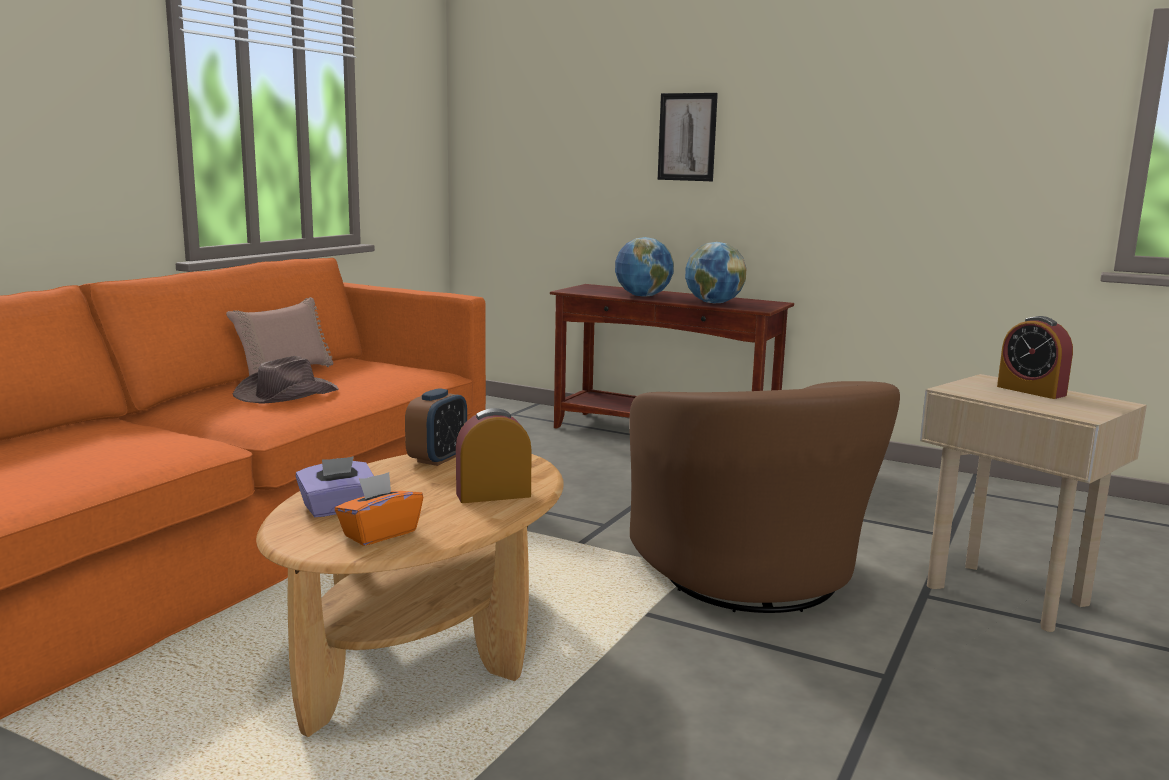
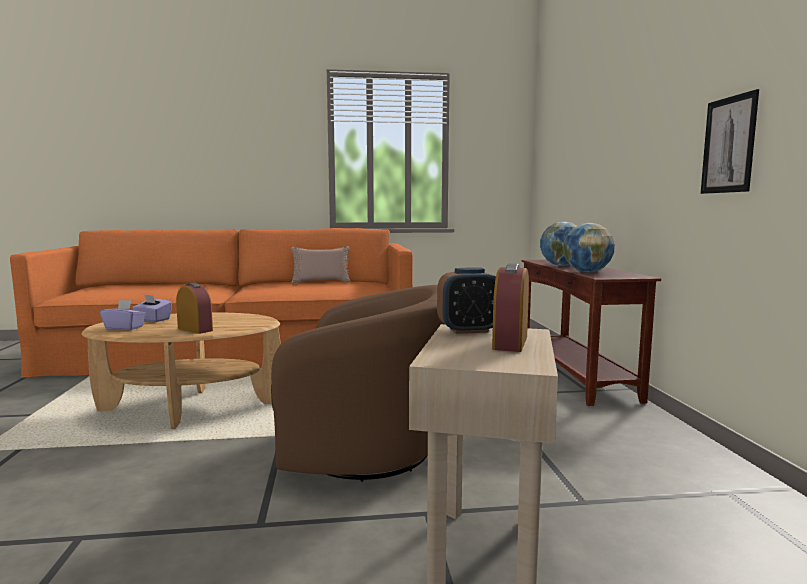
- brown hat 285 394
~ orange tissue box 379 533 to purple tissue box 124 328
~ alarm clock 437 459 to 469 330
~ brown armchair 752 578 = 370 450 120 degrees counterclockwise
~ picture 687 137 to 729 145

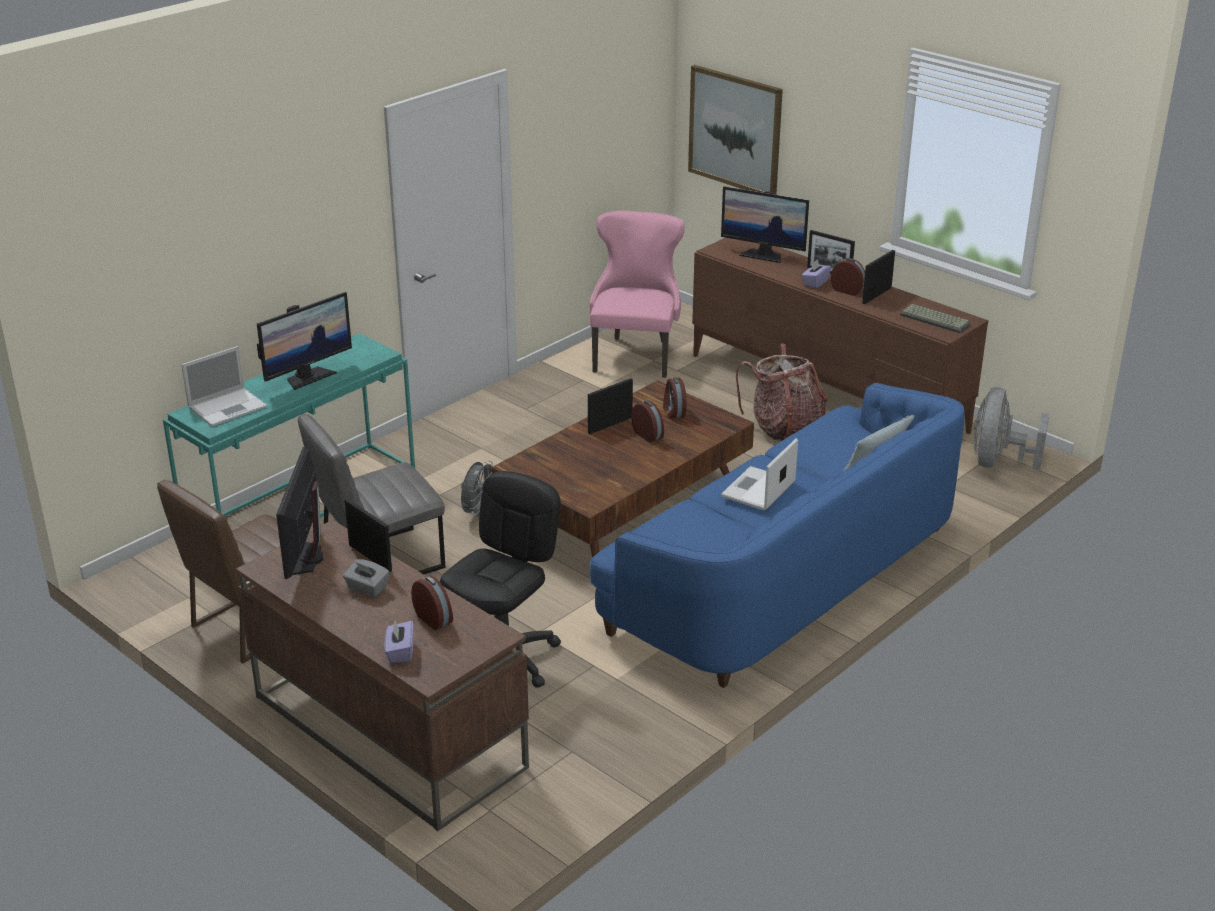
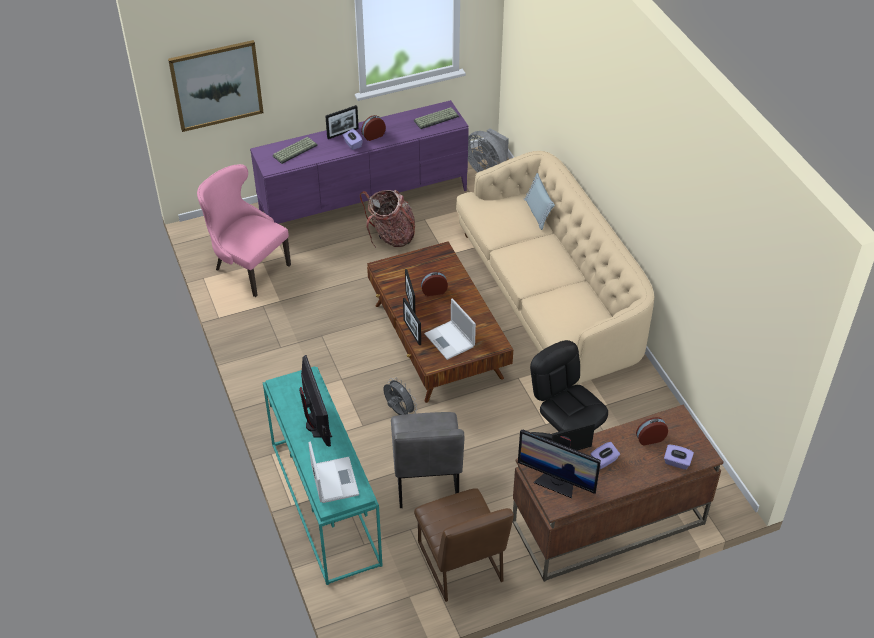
~ grey tissue box 367 588 to purple tissue box 604 461
~ blue sofa 785 576 to beige sofa 548 299
- alarm clock 673 412
~ brown cabinet 827 393 to purple cabinet 364 202
~ monitor 763 255 to keyboard 295 150
~ laptop 758 490 to 450 341
~ picture frame 877 295 to 412 332

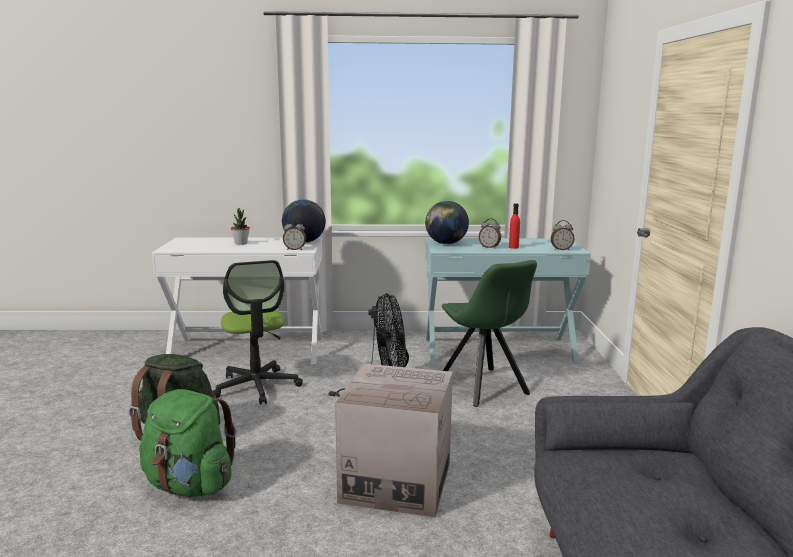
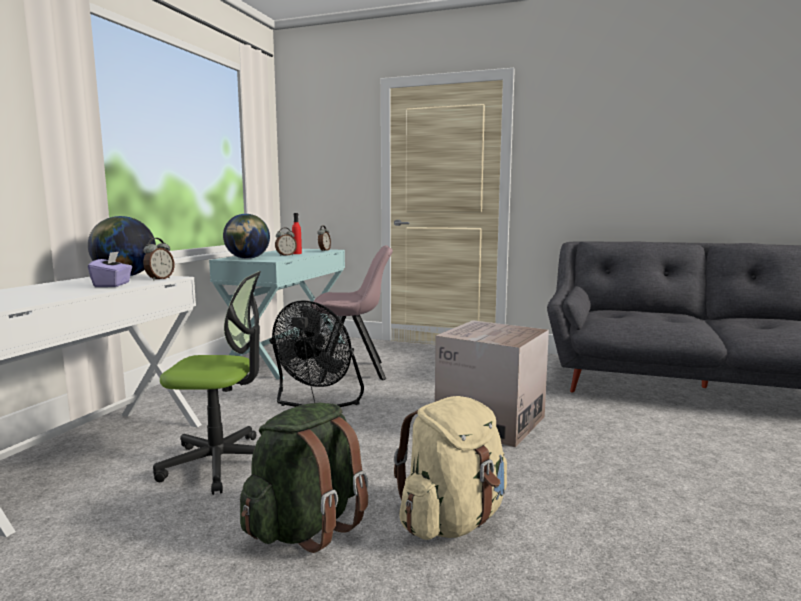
~ green backpack 190 486 to beige backpack 453 520
- potted plant 241 243
~ green chair 483 387 to pink chair 352 372
+ purple tissue box 112 285

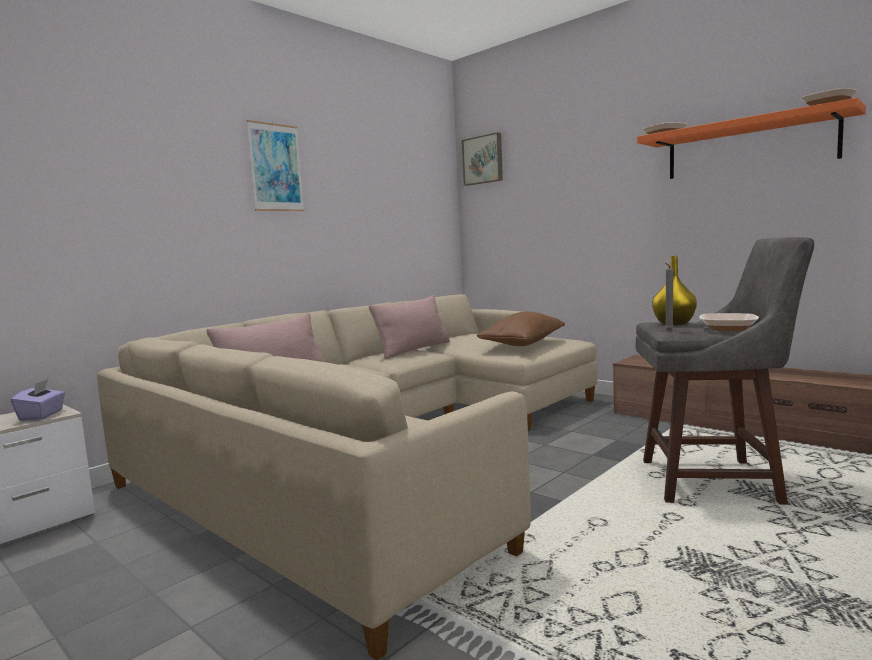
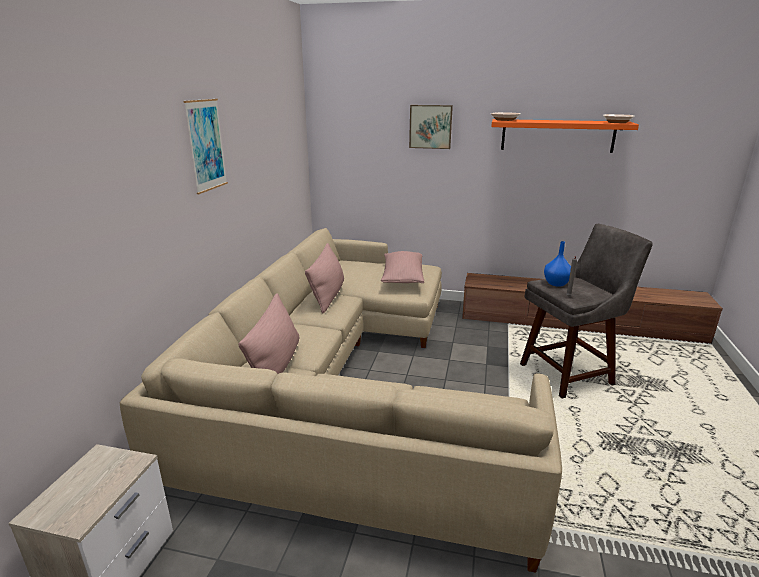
- purple tissue box 42 415
~ picture 483 160 to 430 126
~ brown pillow 523 344 to pink pillow 402 278
~ yellow vase 673 323 to blue vase 556 284
- bowl 728 329

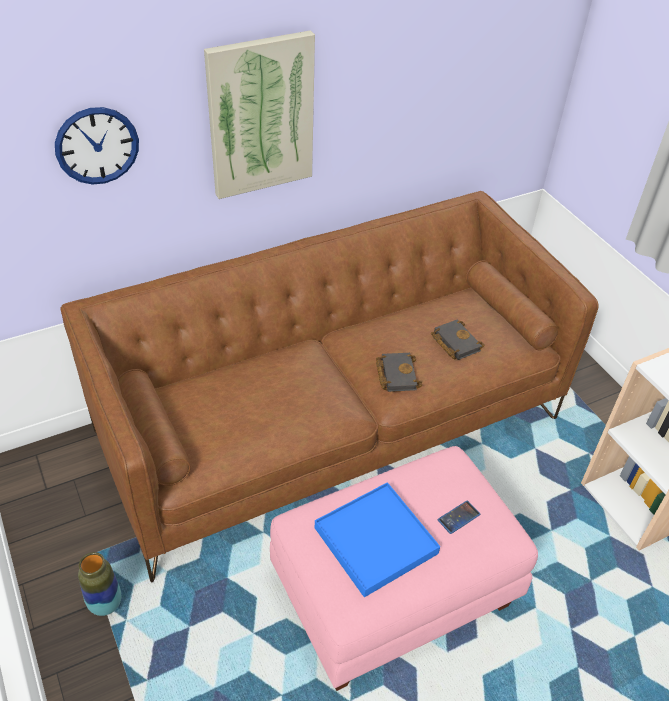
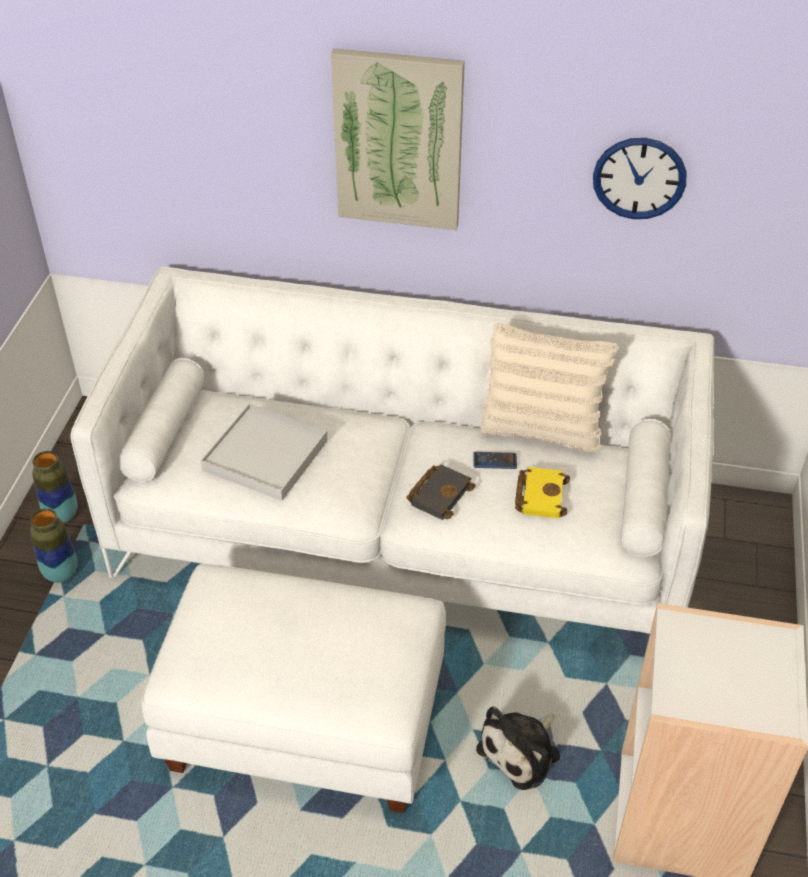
~ wall clock 97 146 to 639 178
~ brown sofa 330 424 to white sofa 404 531
~ pink ottoman 393 590 to white ottoman 307 723
- blue tray 375 541
~ black book 454 342 to yellow book 539 495
~ phone 458 517 to 495 461
+ vase 62 515
+ white tray 265 455
+ plush toy 522 750
+ beige pillow 542 431

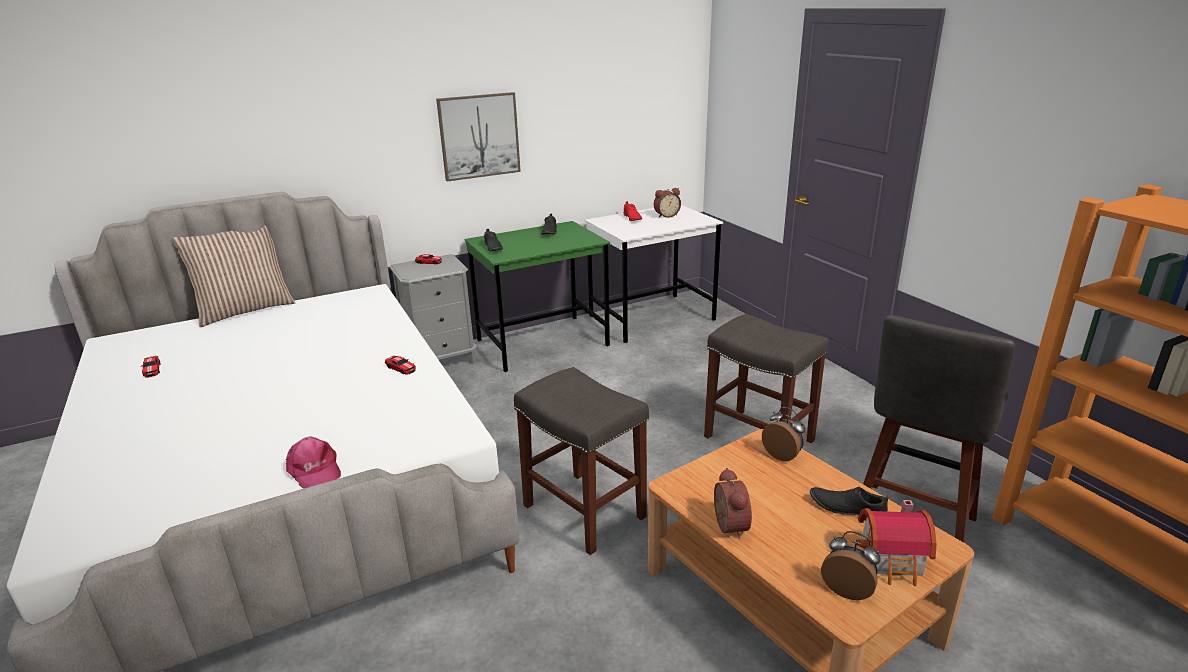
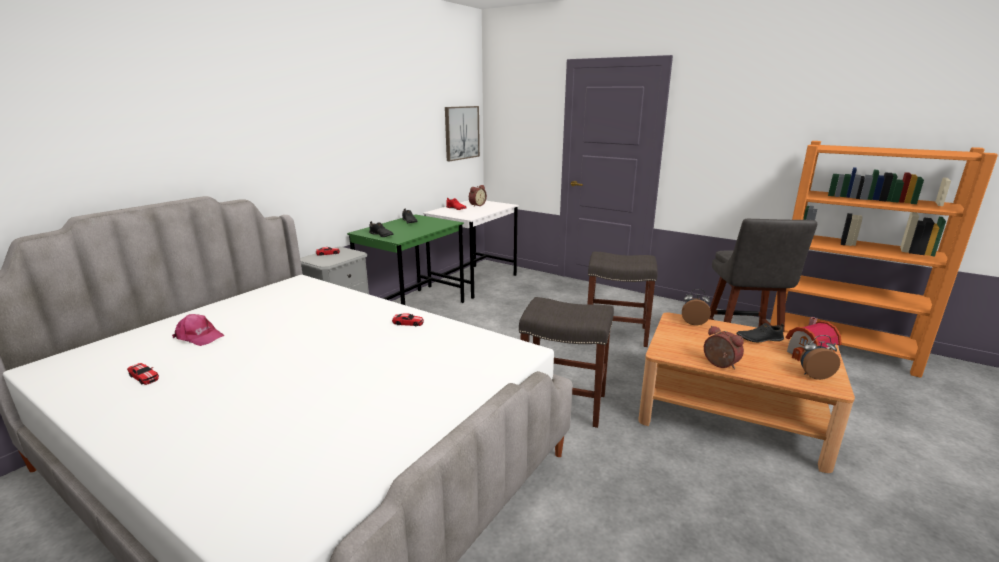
- pillow 245 310
~ pink cap 314 470 to 199 337
~ picture 479 136 to 461 133

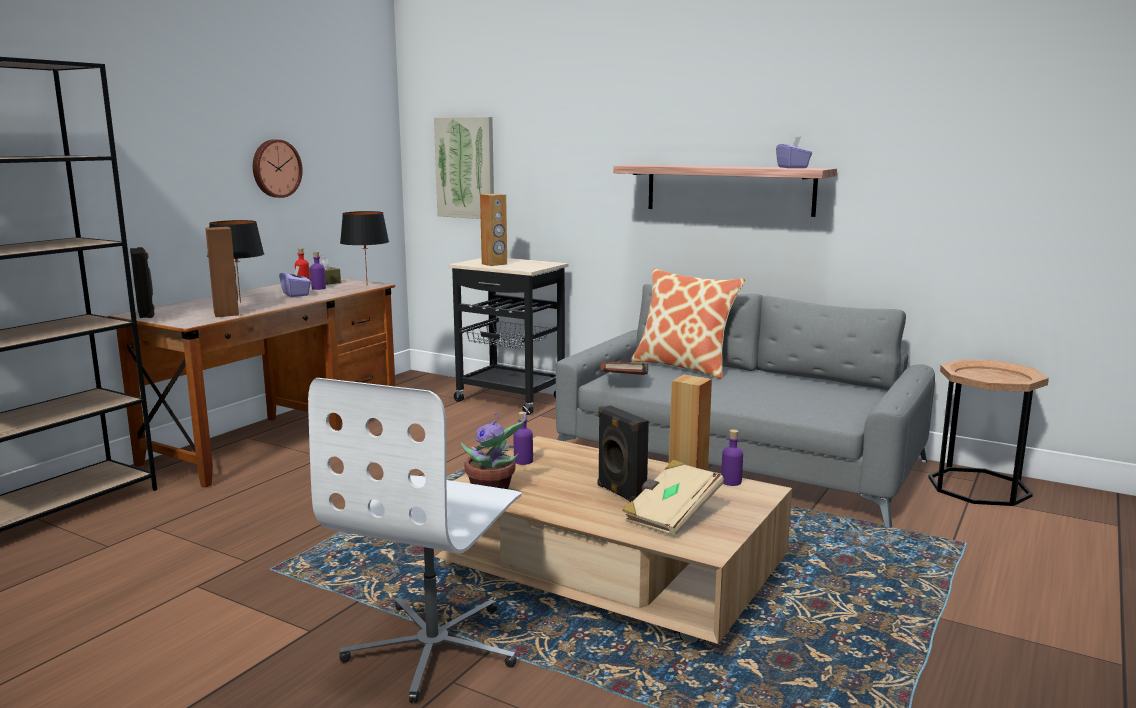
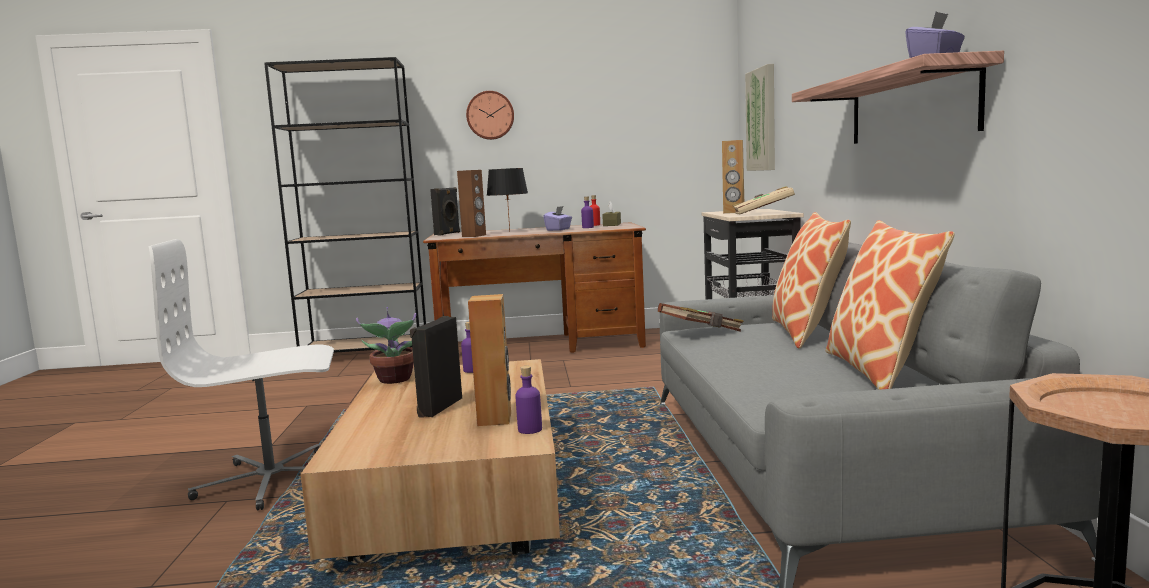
~ wall clock 275 168 to 490 115
- black table lamp 367 285
~ beige book 671 515 to 762 213
+ pillow 880 371

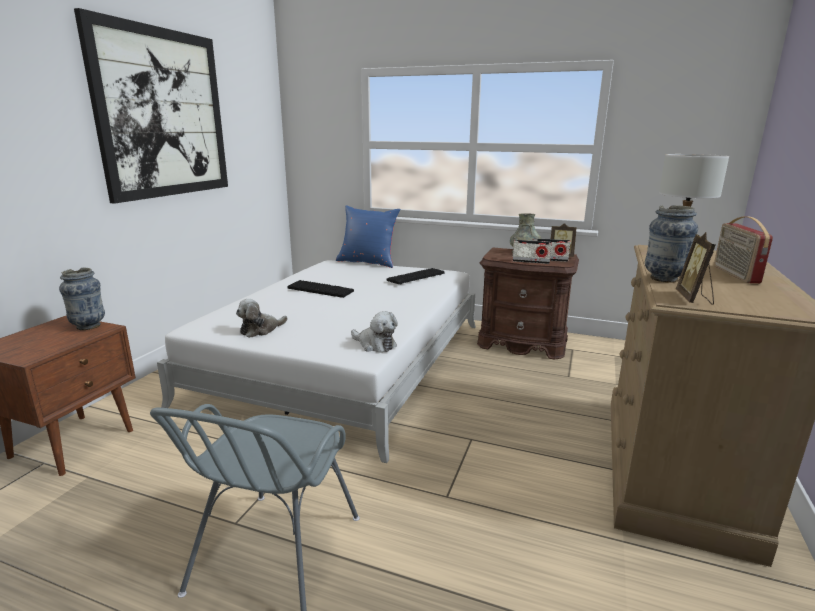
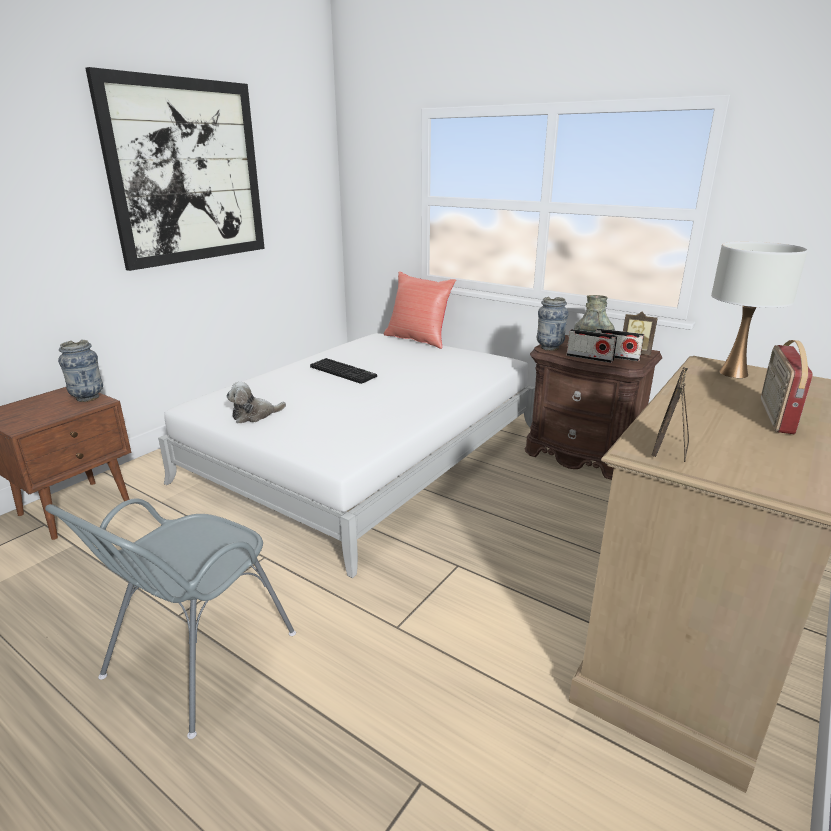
~ blue pillow 368 262 to red pillow 418 339
- plush toy 375 345
- keyboard 416 277
~ vase 663 279 to 549 348

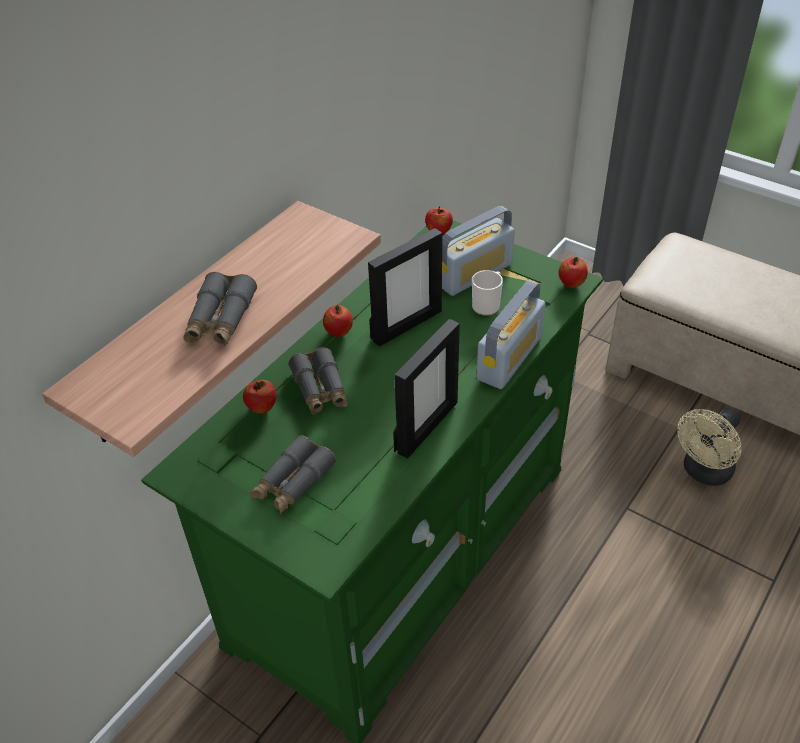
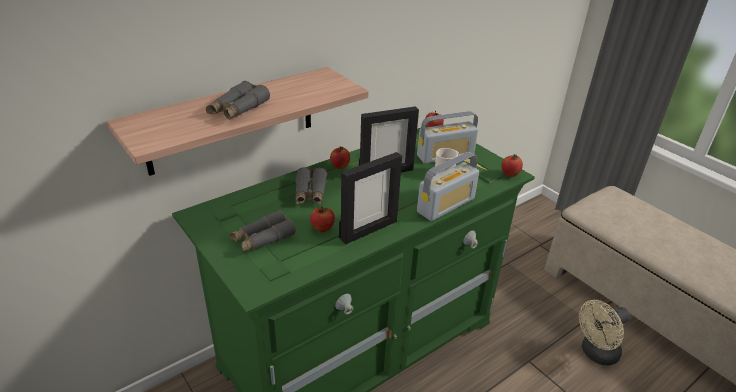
~ apple 262 407 to 322 228

